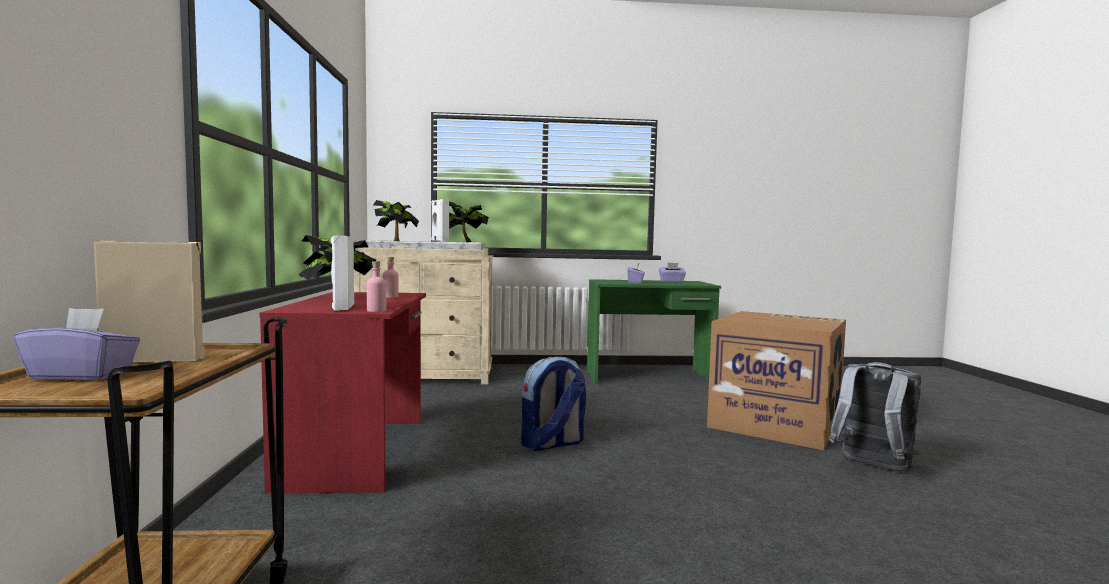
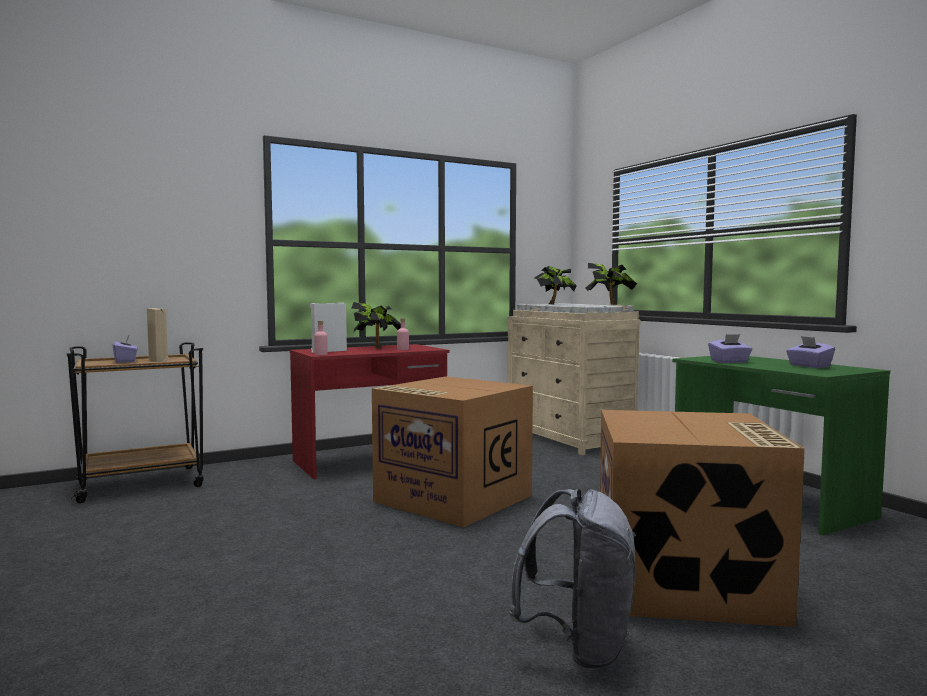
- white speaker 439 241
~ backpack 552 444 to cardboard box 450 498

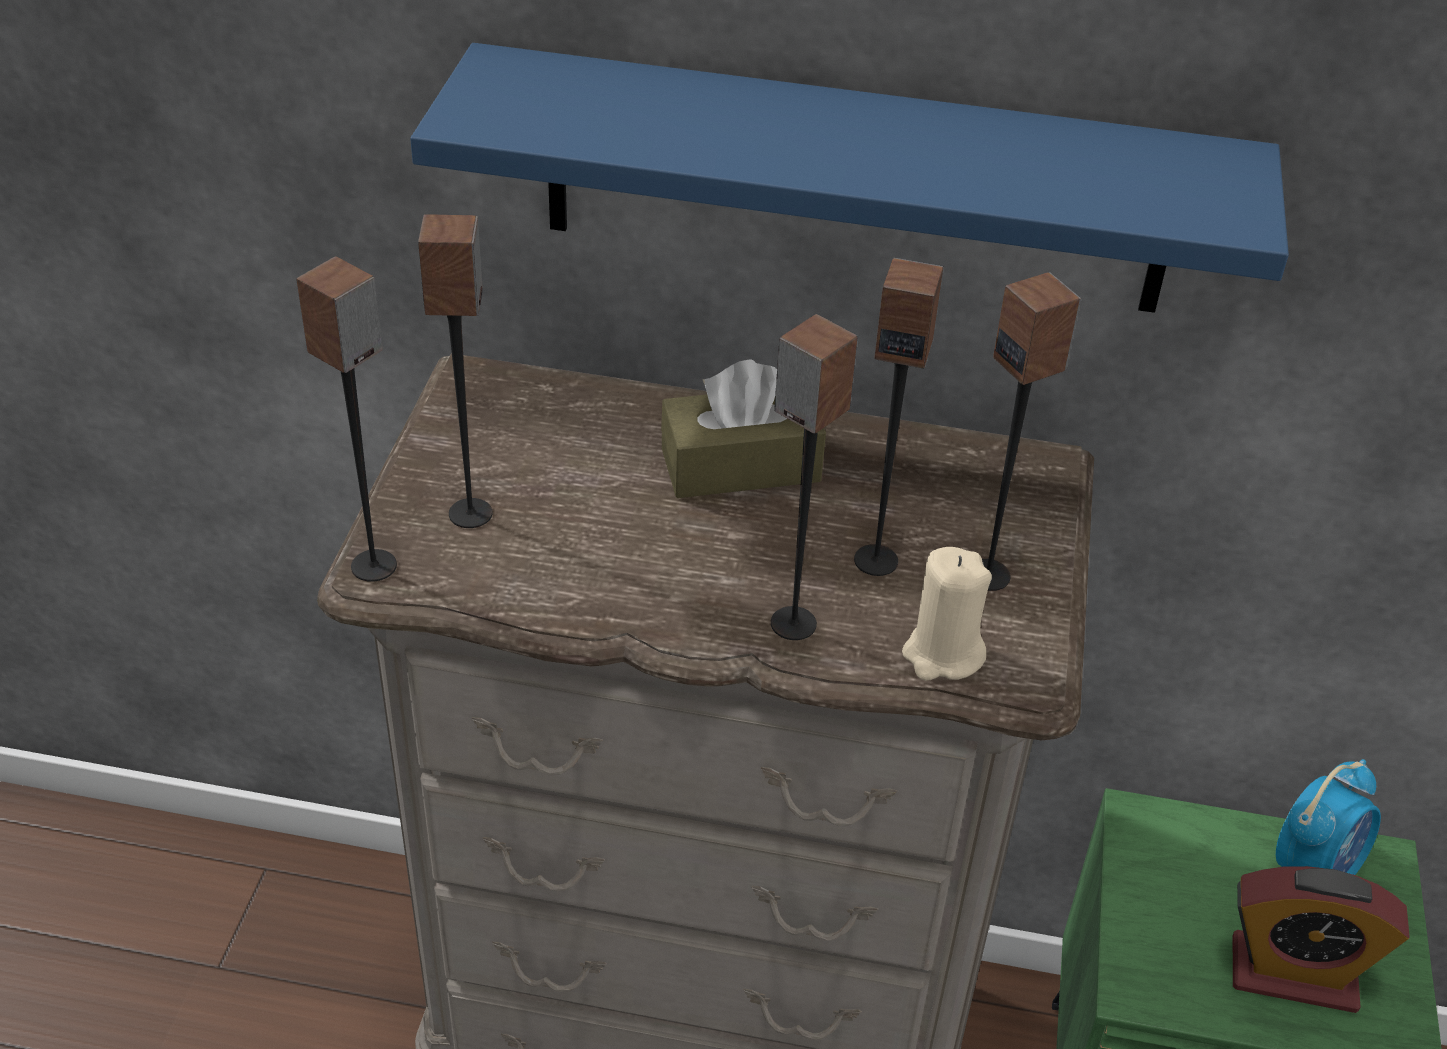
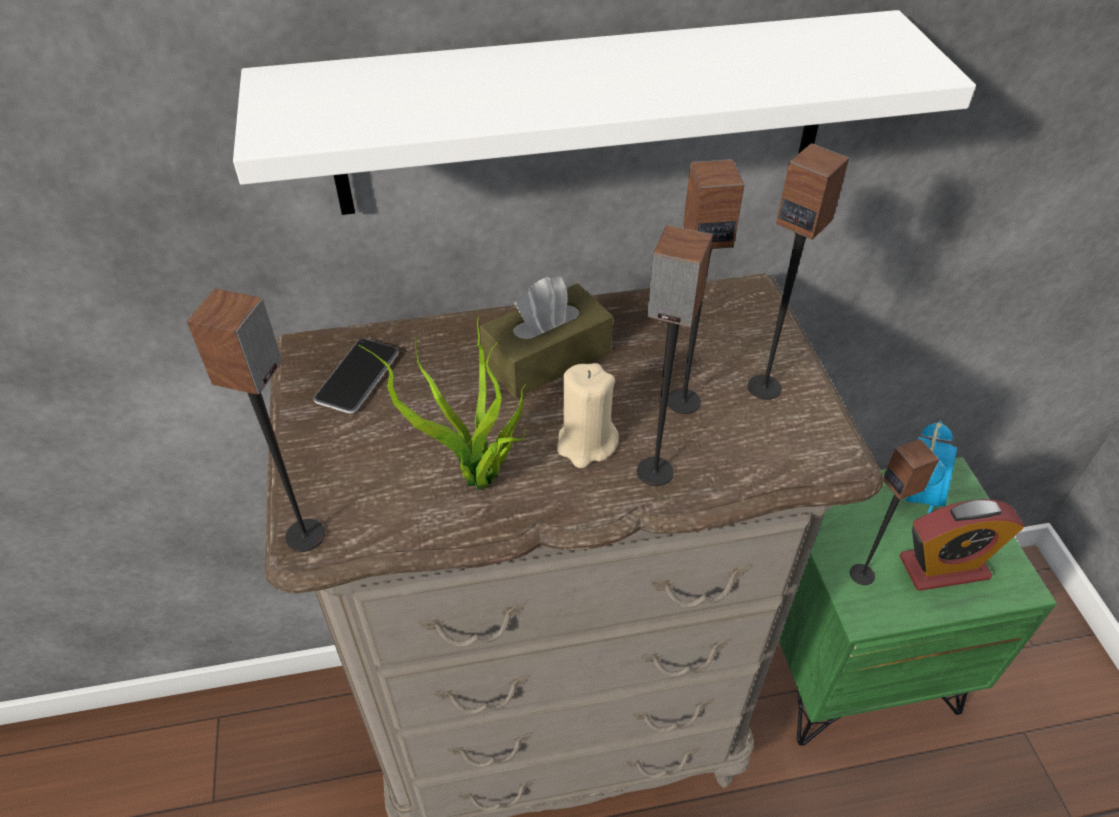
~ blue shelf 855 182 to white shelf 584 116
~ speaker 471 514 to 862 574
~ beige candle 942 654 to 586 444
+ phone 358 377
+ potted plant 478 480

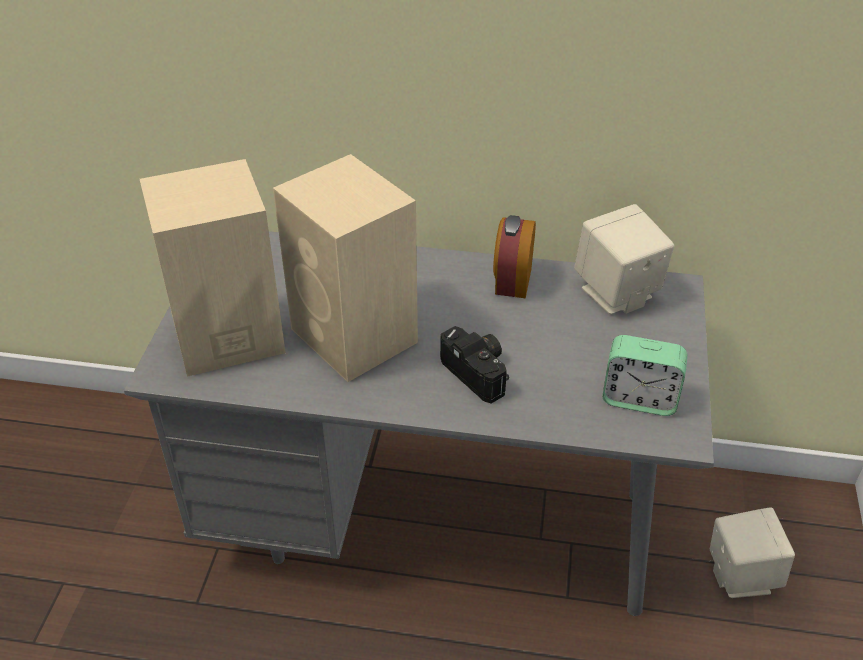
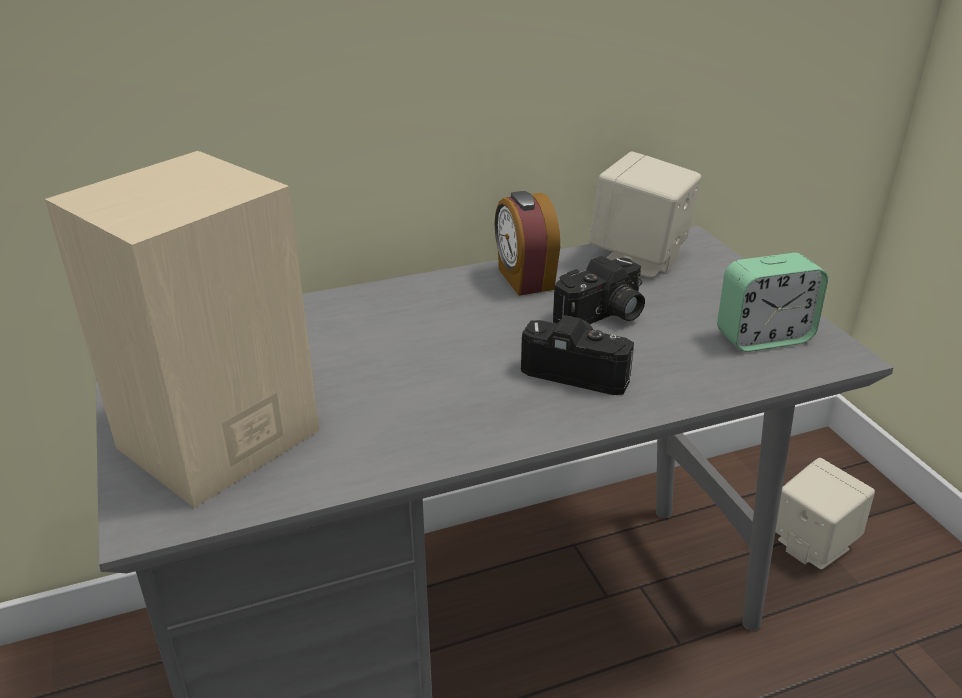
- beige speaker 356 337
+ photo camera 603 316

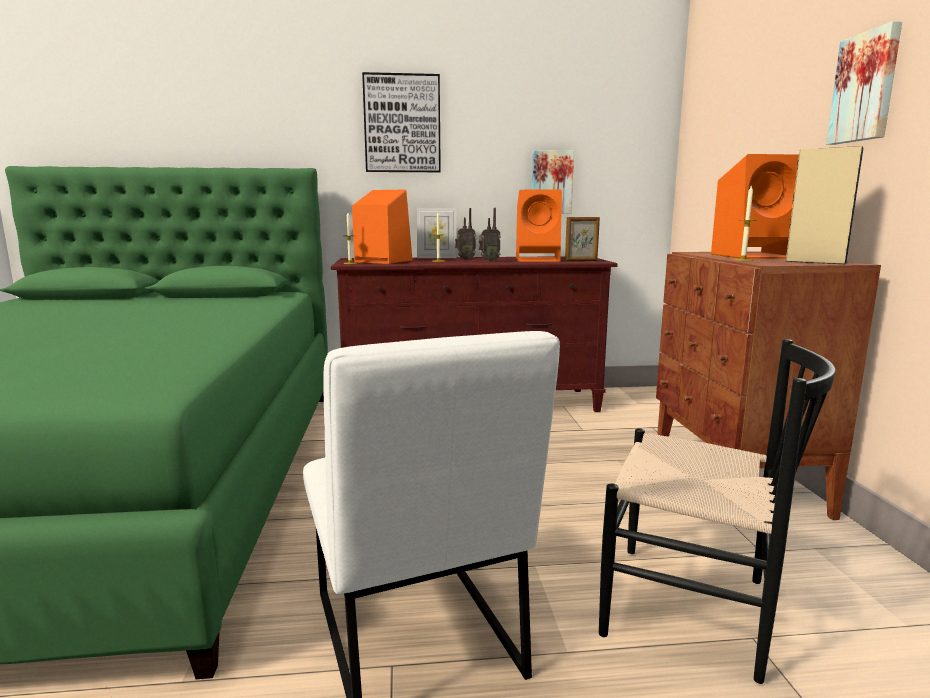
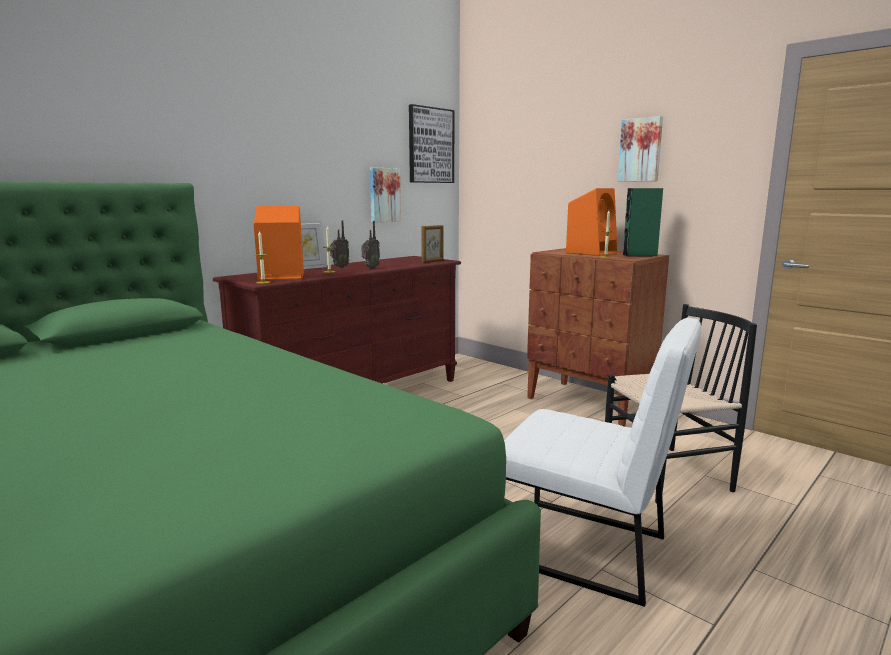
~ picture 402 124 to 430 145
- orange speaker 538 260
~ beige speaker 815 262 to green speaker 640 255

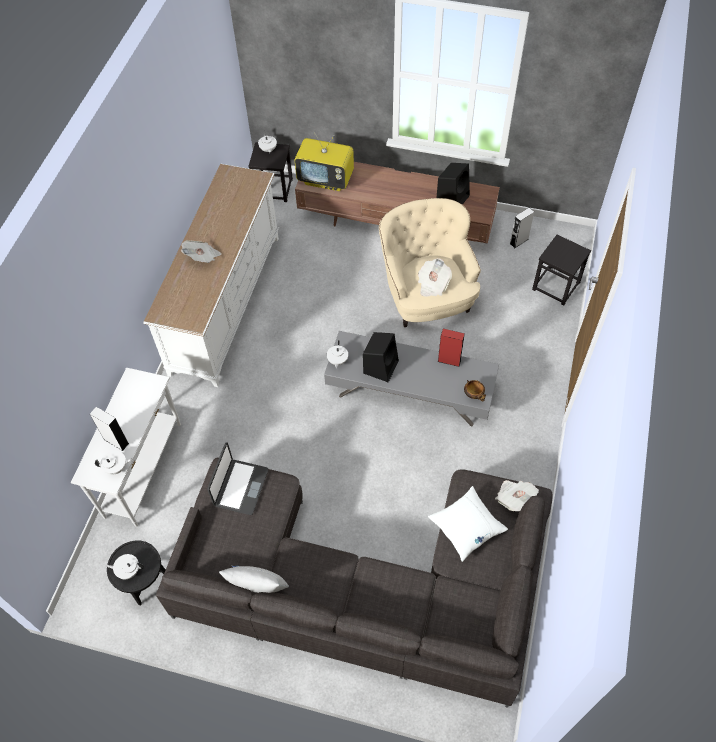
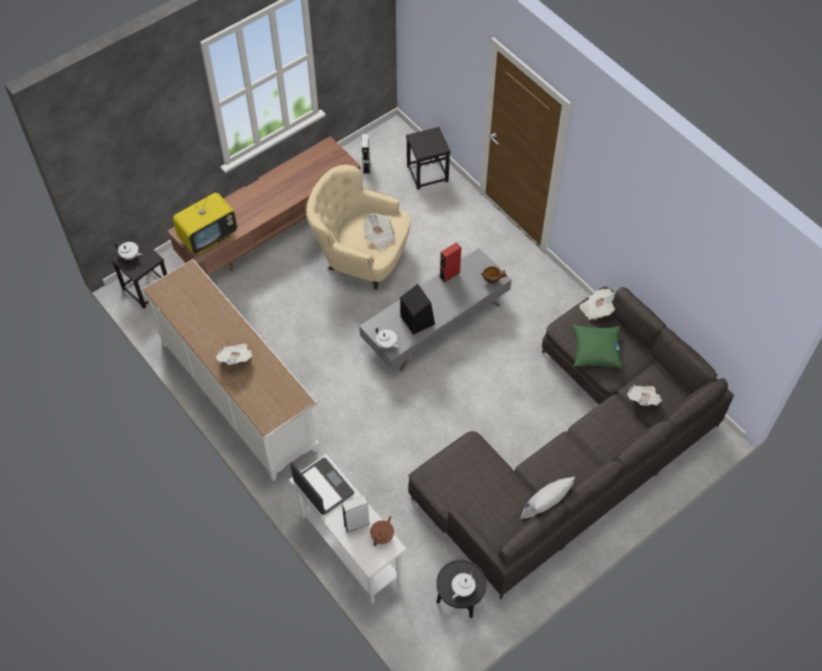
~ white teapot 116 467 to brown teapot 382 536
~ laptop 240 487 to 323 487
~ white pillow 466 527 to green pillow 596 351
- black speaker 453 197
+ newspaper 643 399

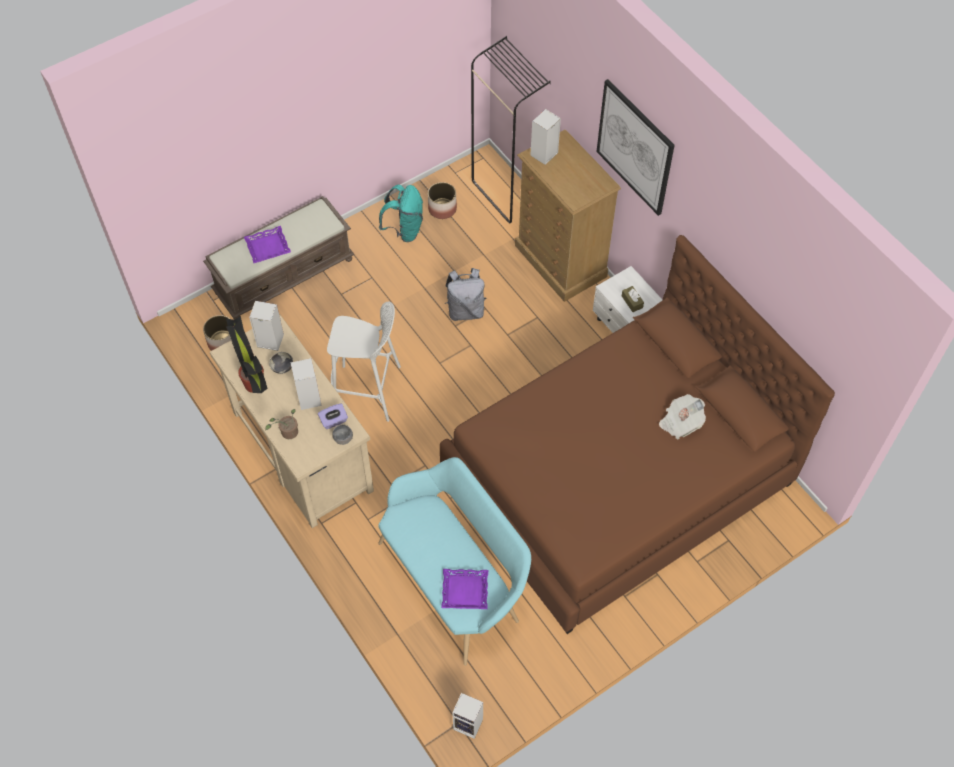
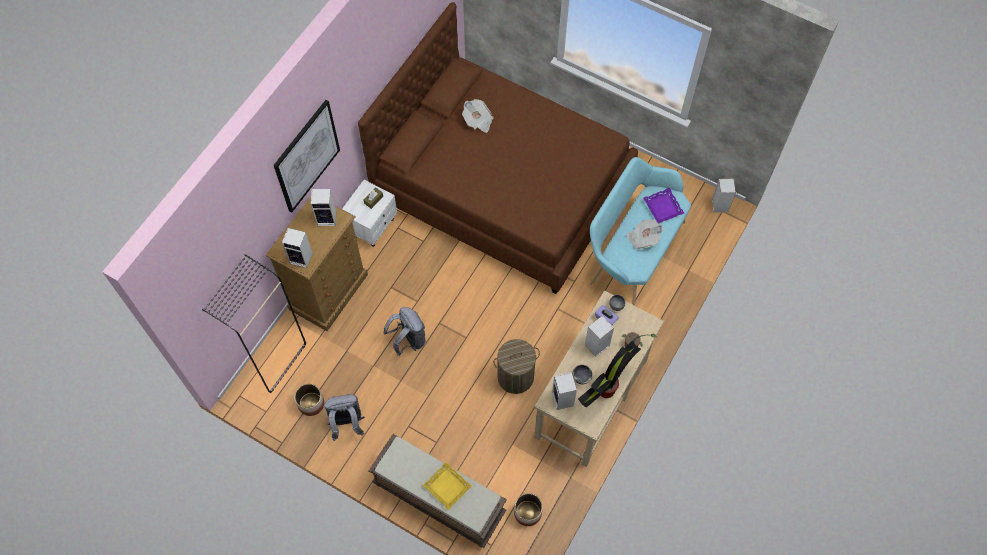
~ purple tray 268 247 to yellow tray 447 487
~ white stool 368 390 to laundry basket 515 376
~ turquoise backpack 404 230 to grey backpack 347 423
+ speaker 327 218
+ newspaper 643 238

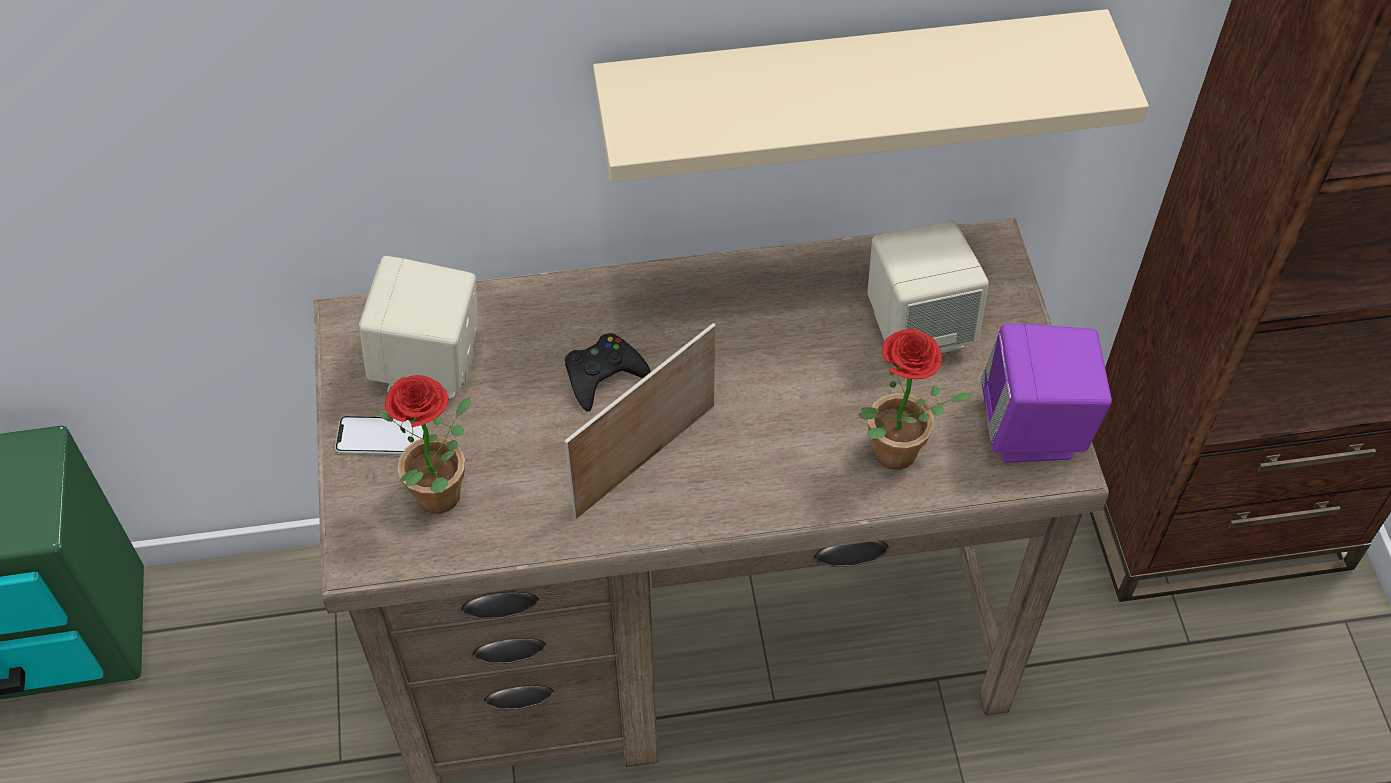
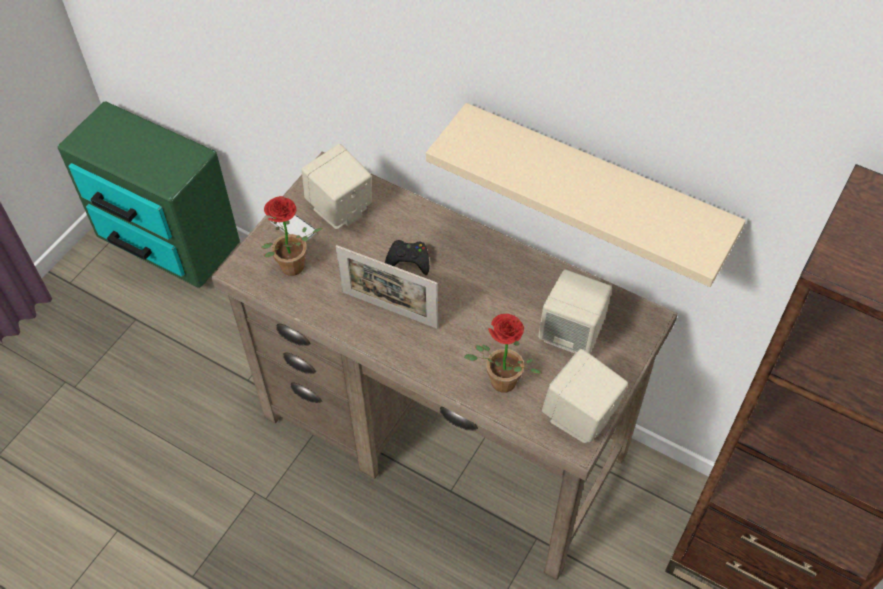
~ picture frame 645 460 = 389 309 150 degrees counterclockwise
~ purple speaker 1033 429 to beige speaker 580 417

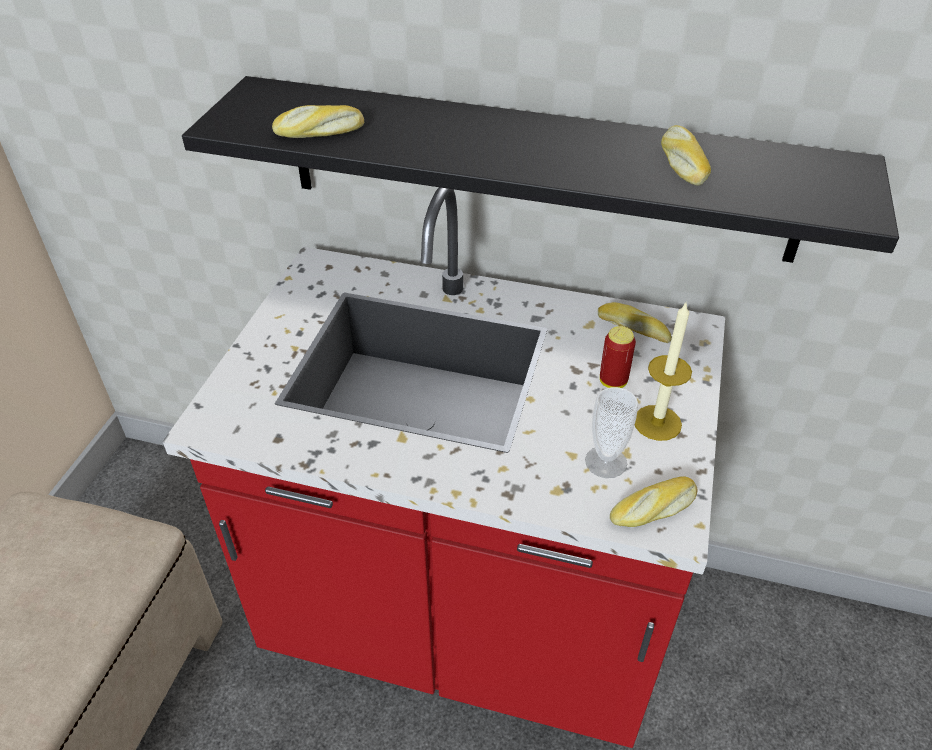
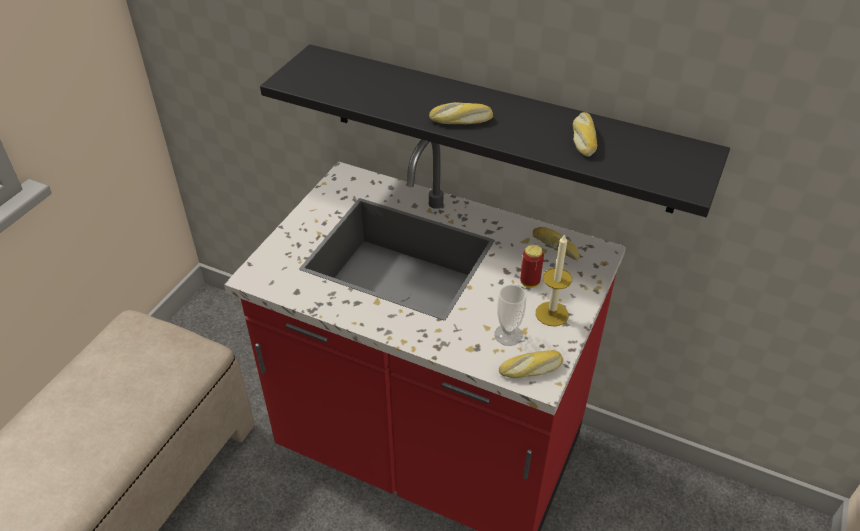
~ bread 319 132 to 461 121

